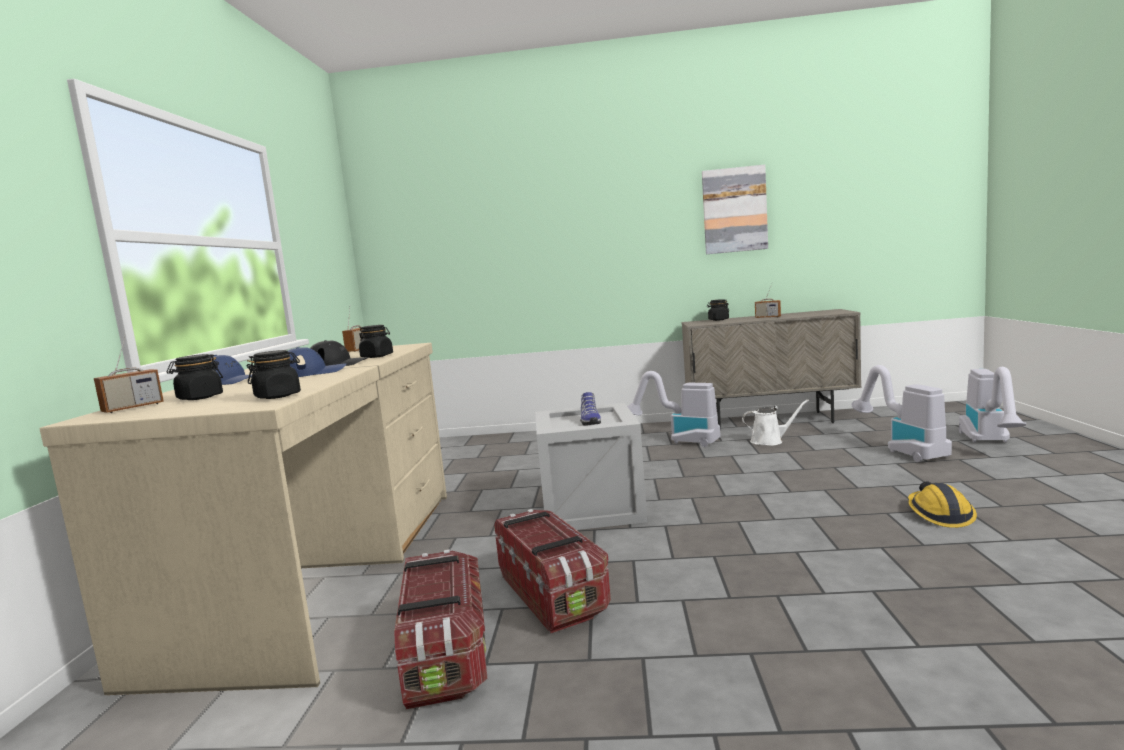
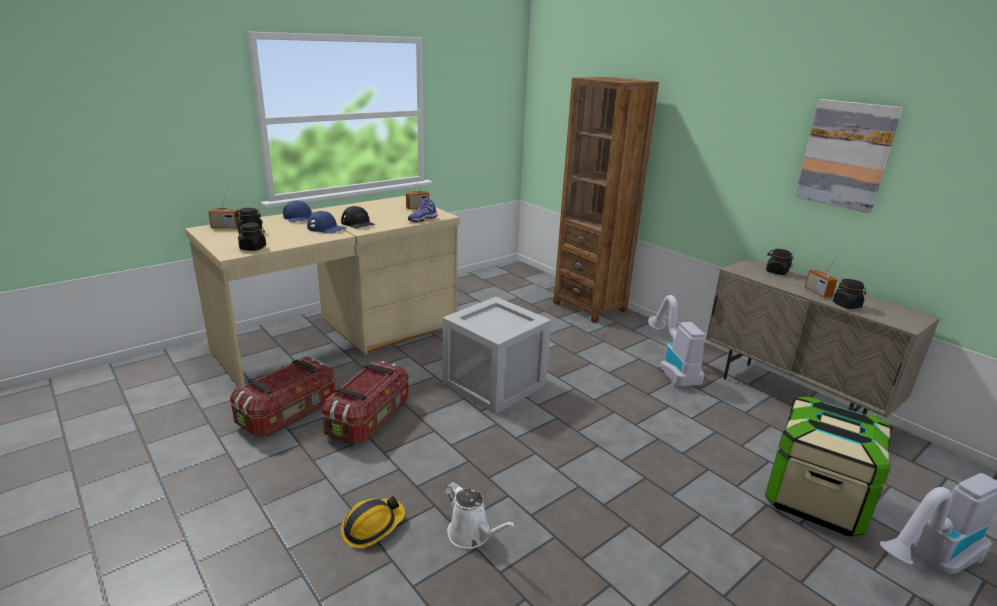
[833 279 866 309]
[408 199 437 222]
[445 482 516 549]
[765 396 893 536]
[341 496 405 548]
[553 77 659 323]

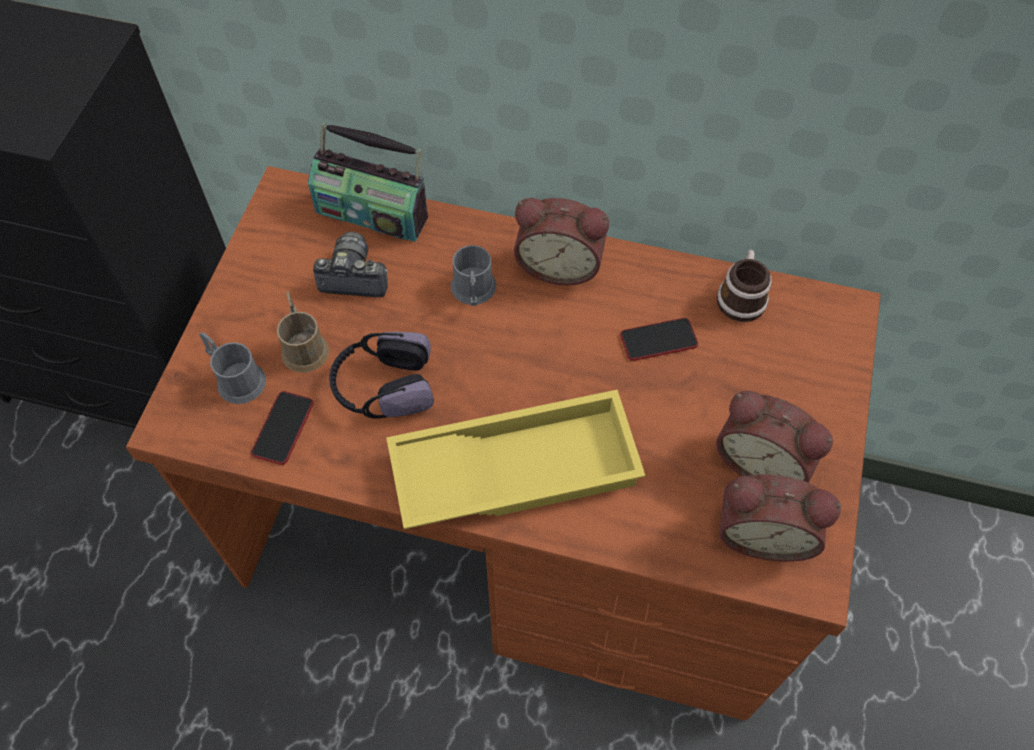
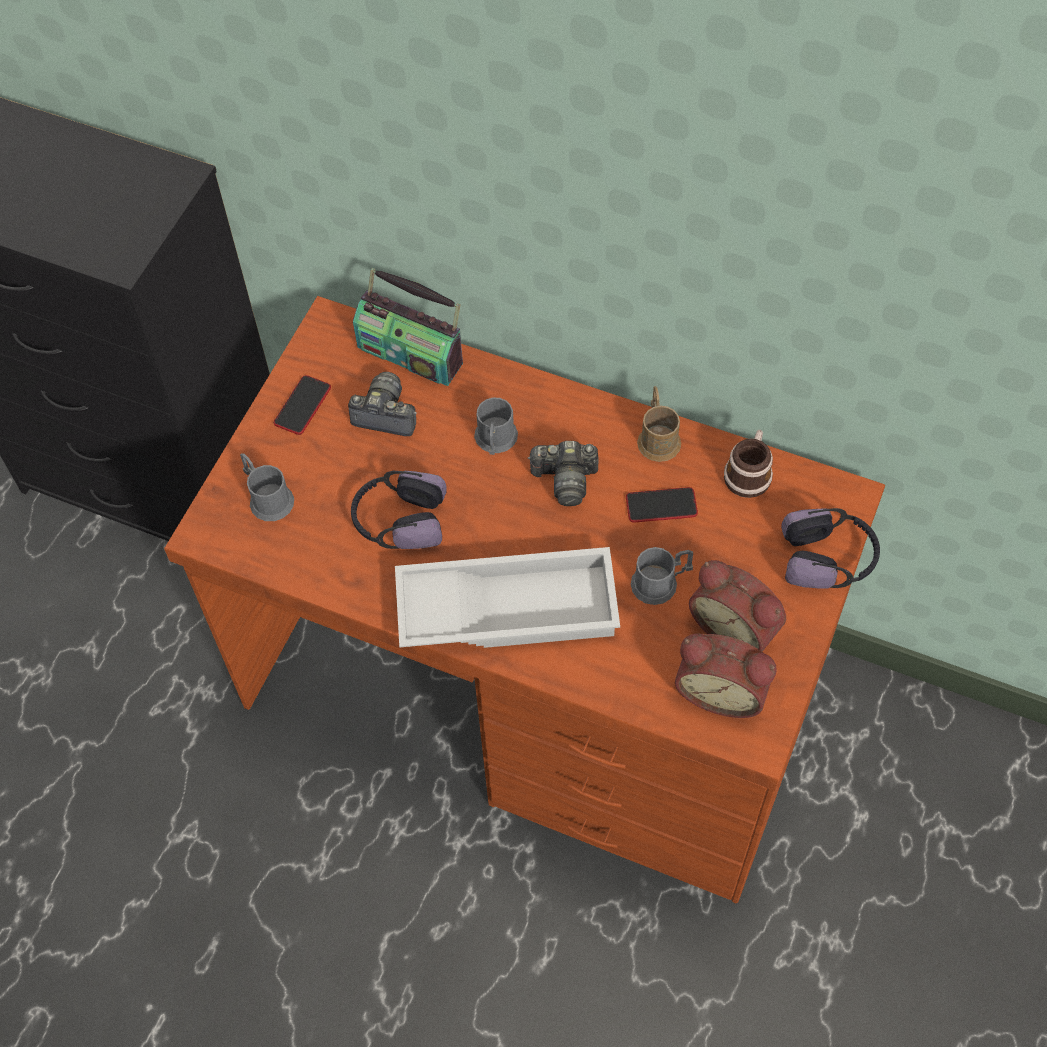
[274 375 331 435]
[637 386 681 462]
[395 547 620 648]
[514 198 609 285] (first image)
[528 441 599 506]
[631 547 693 605]
[781 508 880 589]

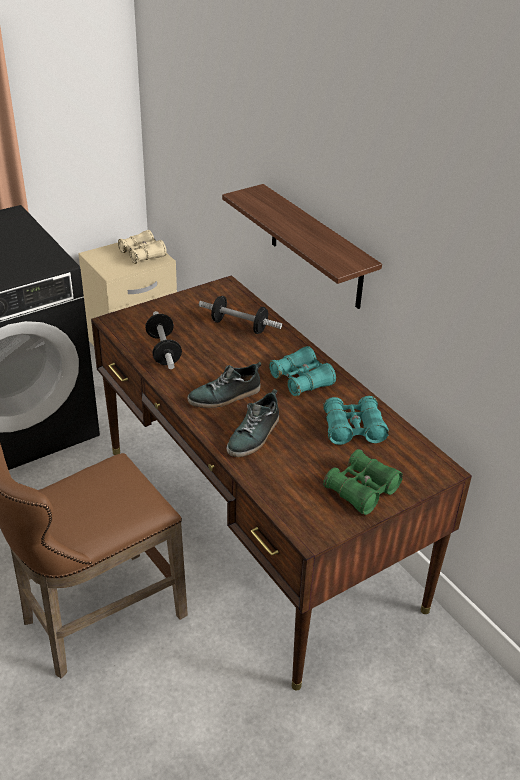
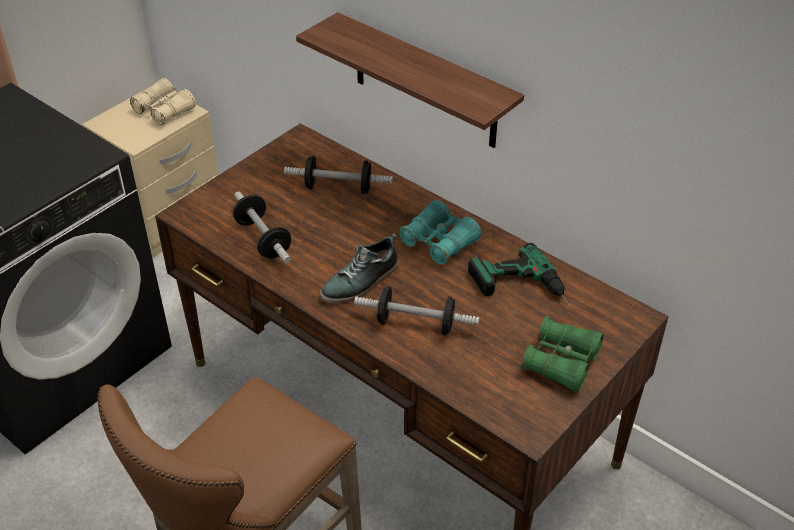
[354 287 479 335]
[468 243 571 307]

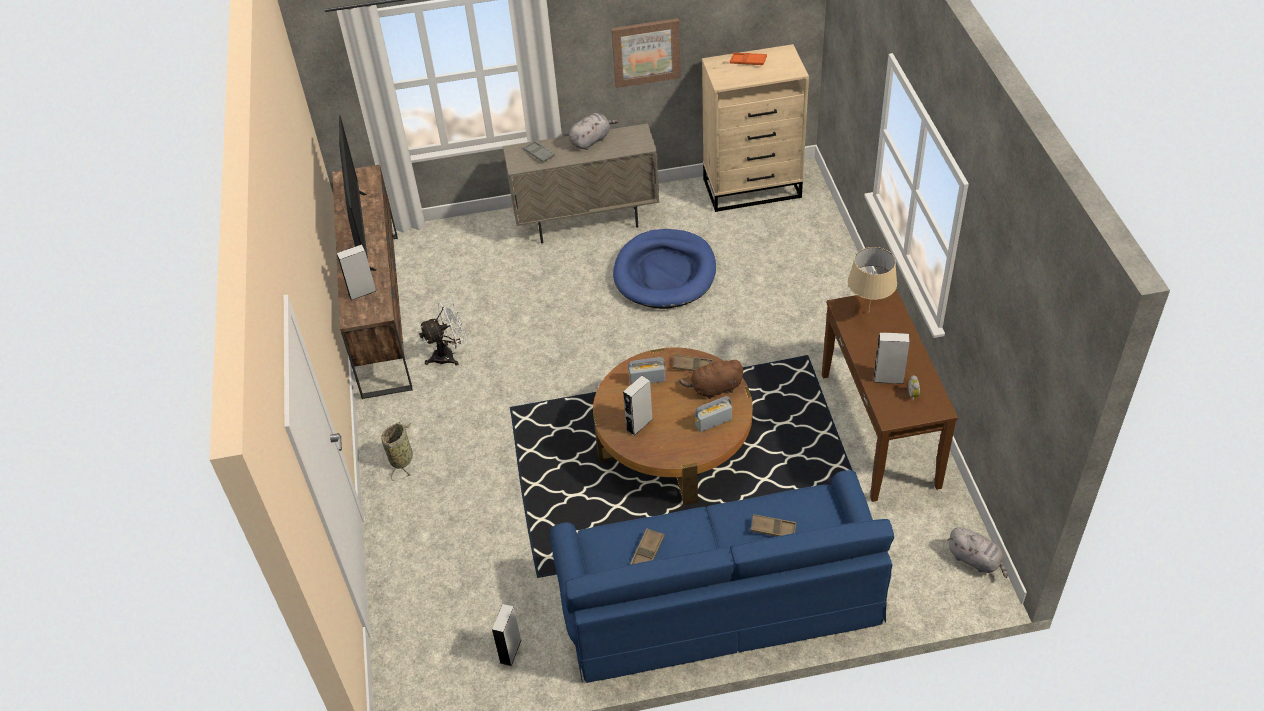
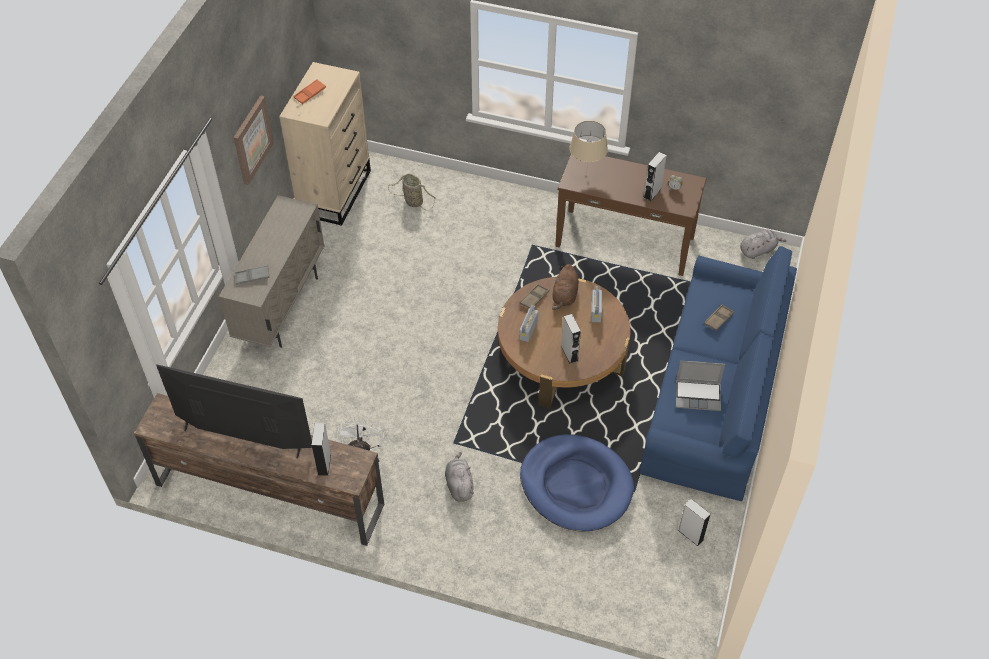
[388 174 436 211]
[445 452 474 502]
[520 434 634 531]
[676 360 725 411]

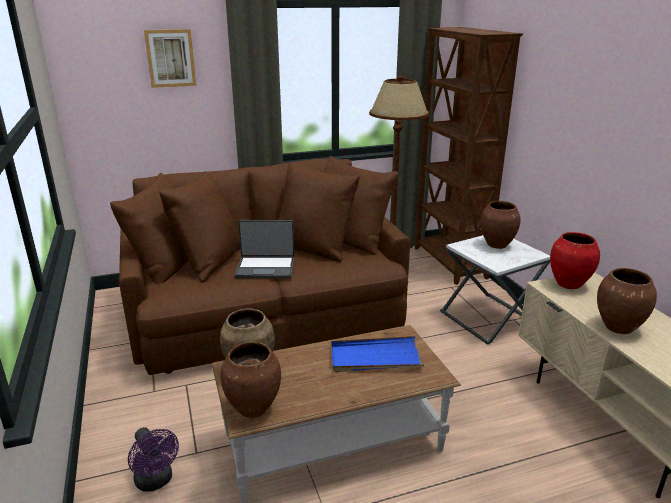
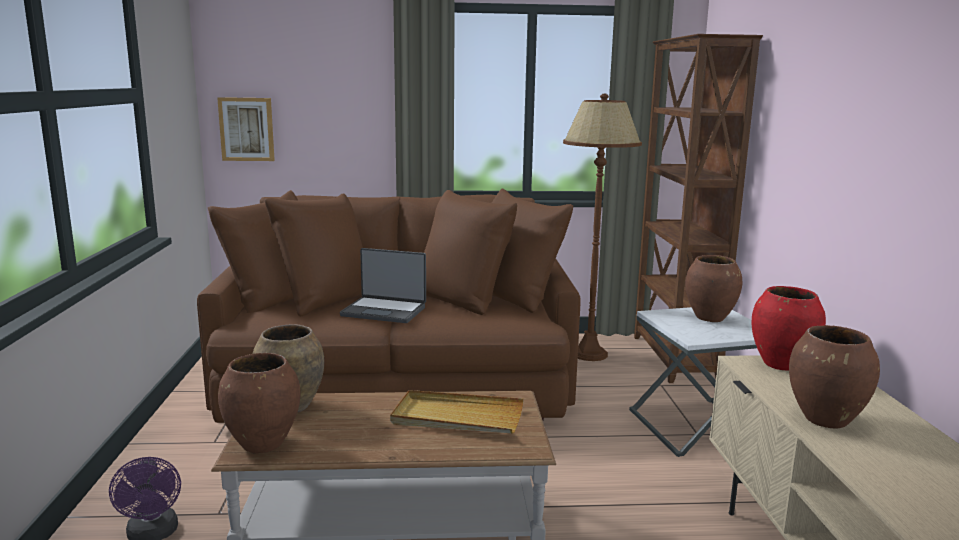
[217 97 275 161]
[390 390 524 434]

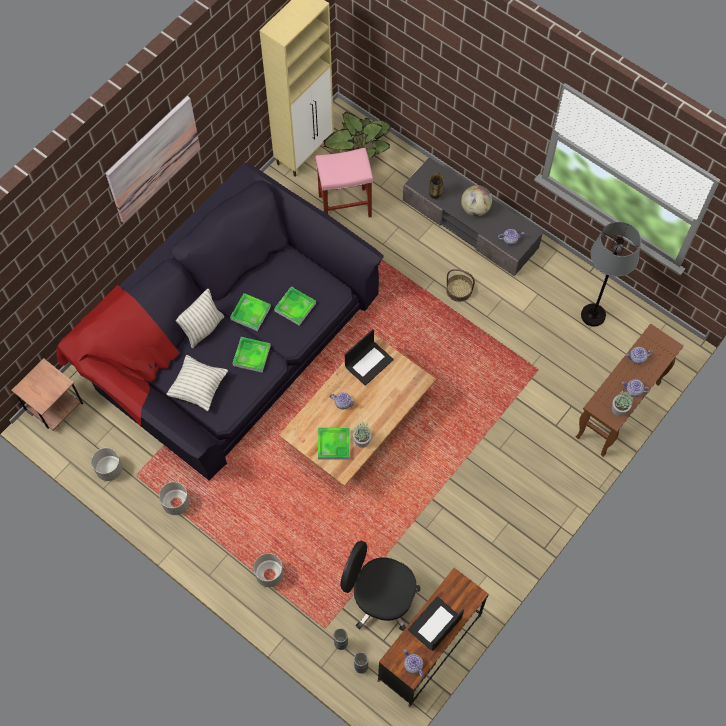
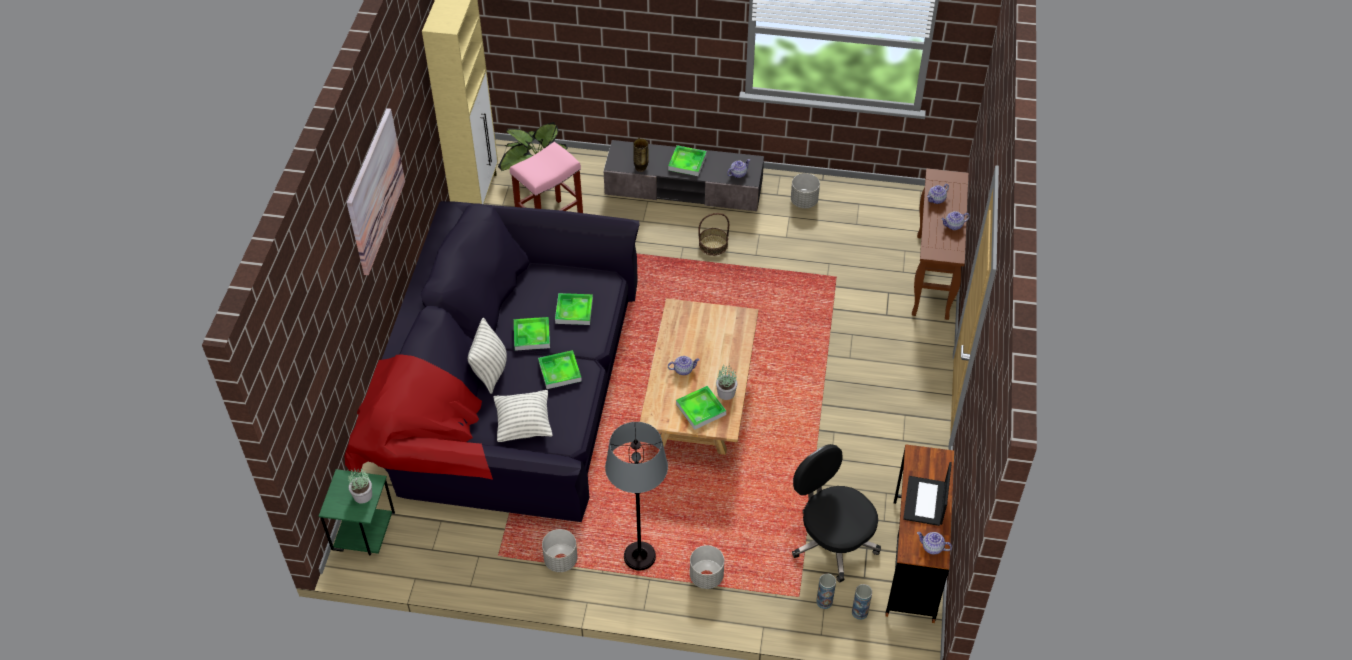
[319 469 395 556]
[791 173 820 208]
[792 444 881 583]
[345 329 394 386] (first image)
[668 145 707 176]
[605 422 668 570]
[348 469 372 504]

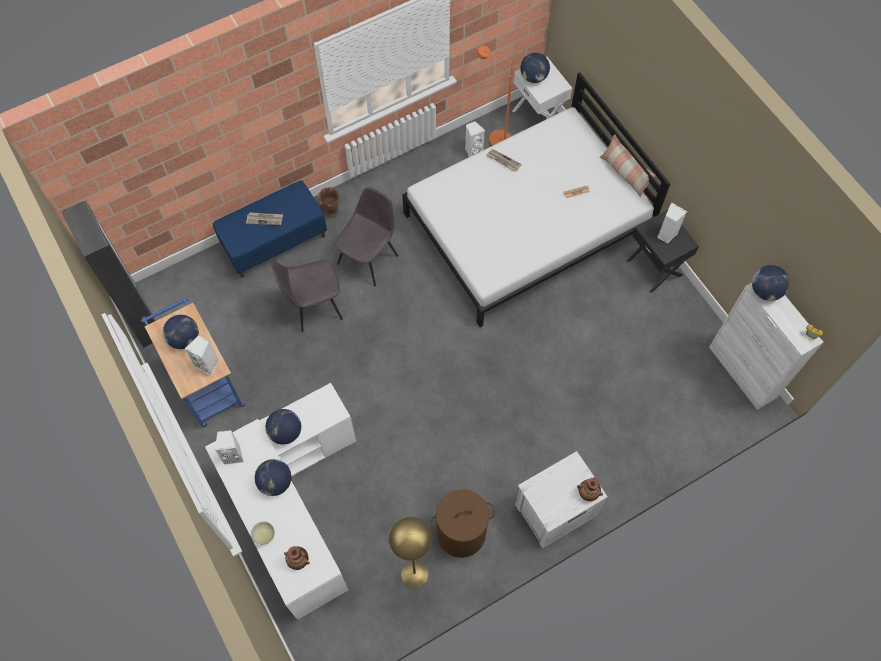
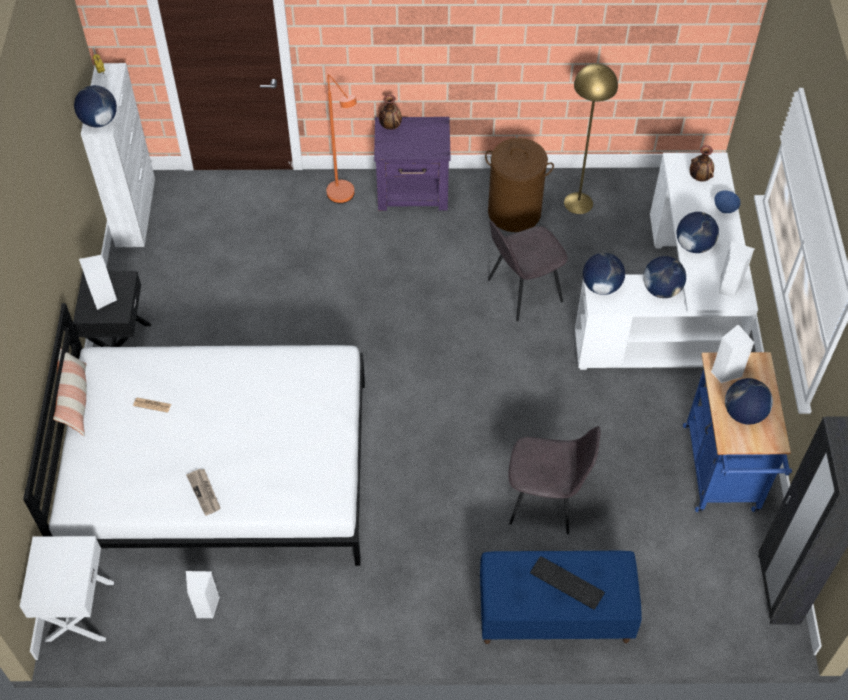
[530 556 605 610]
[714 190 740 213]
[317 187 340 218] (first image)
[488 221 568 321]
[326 74 357 203]
[374 117 451 211]
[583 253 625 295]

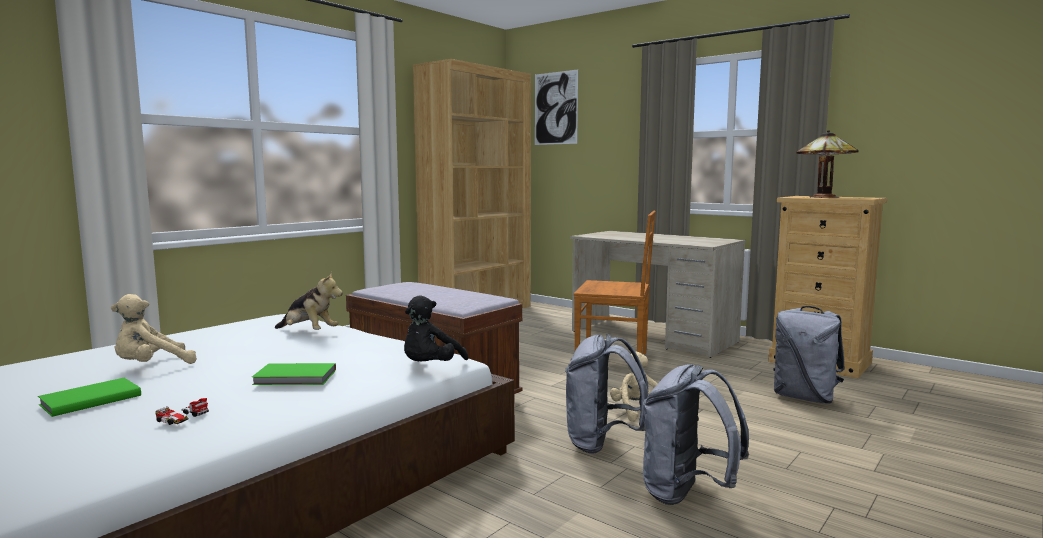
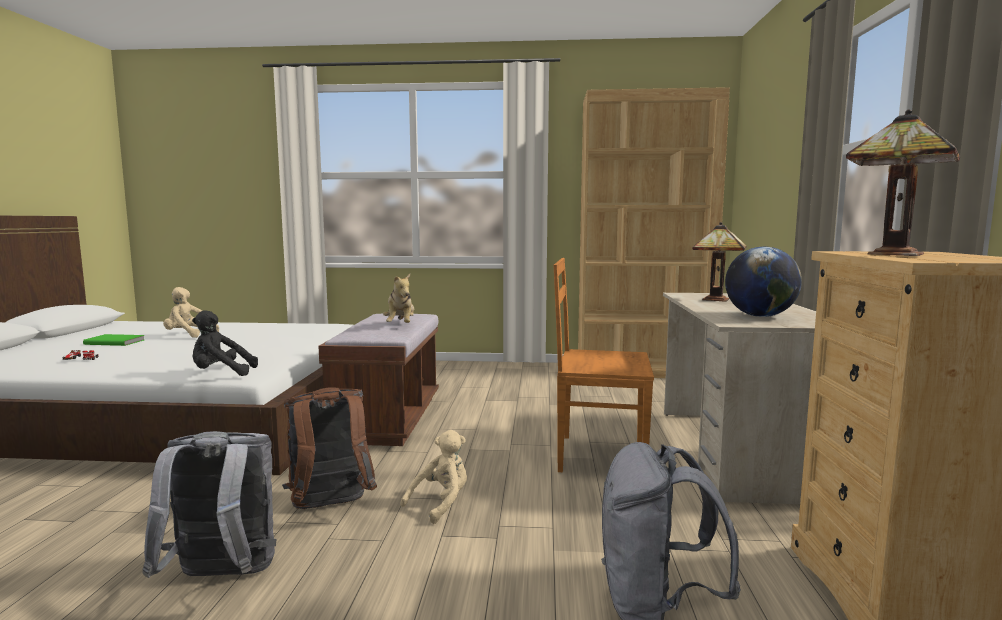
[252 363 336 385] (first image)
[383 274 414 323]
[535 69 578 145] (first image)
[282 387 377 509]
[553 258 654 472]
[692 222 746 302]
[725 246 802 317]

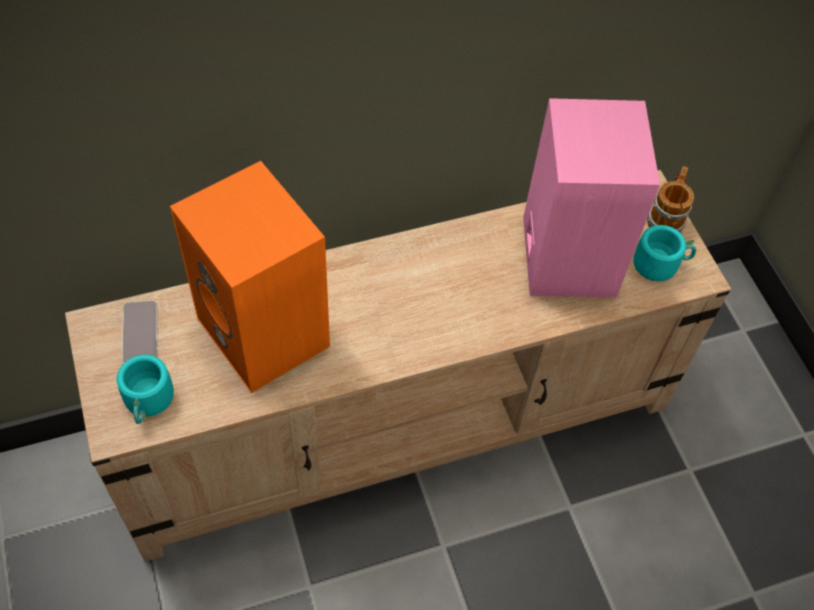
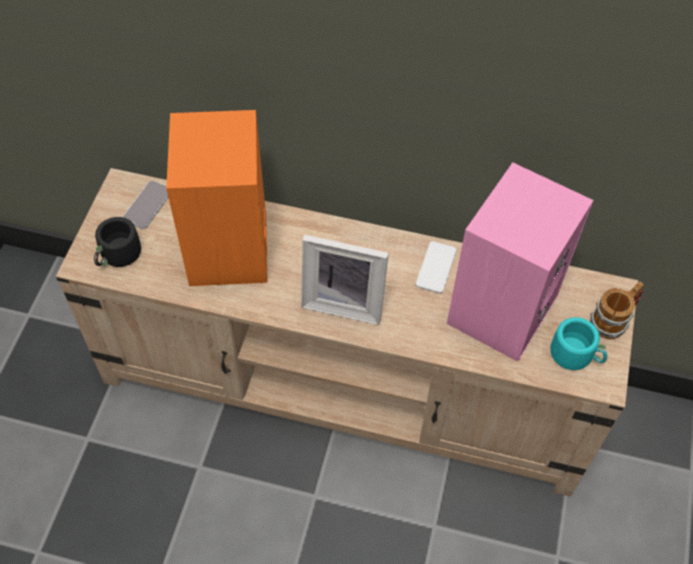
[94 217 153 267]
[301 235 389 325]
[416 241 456 293]

